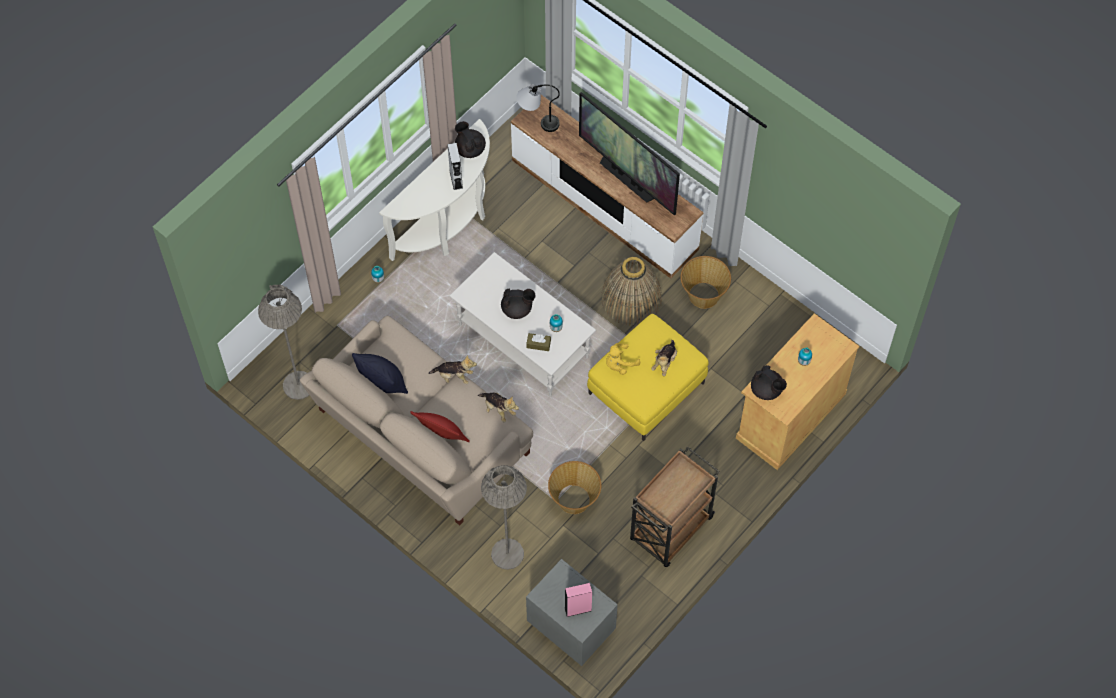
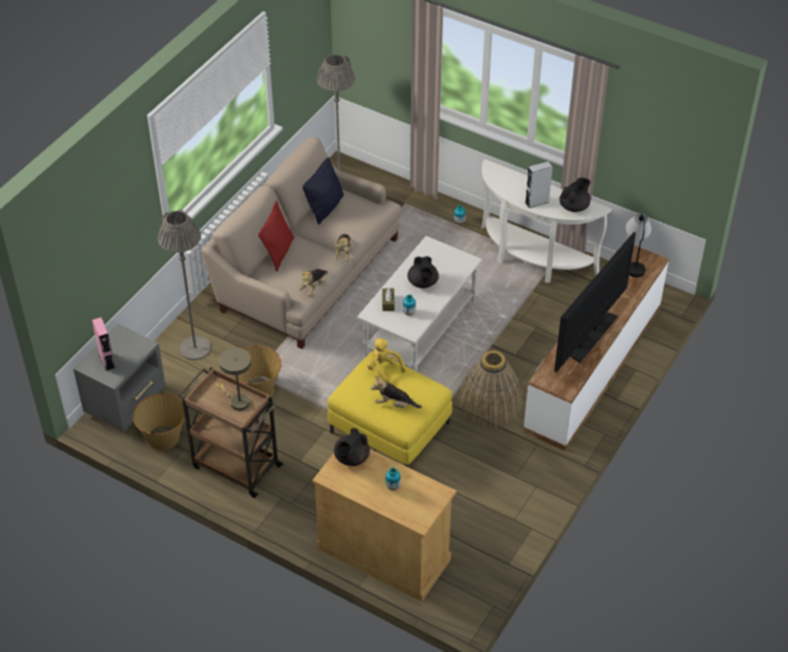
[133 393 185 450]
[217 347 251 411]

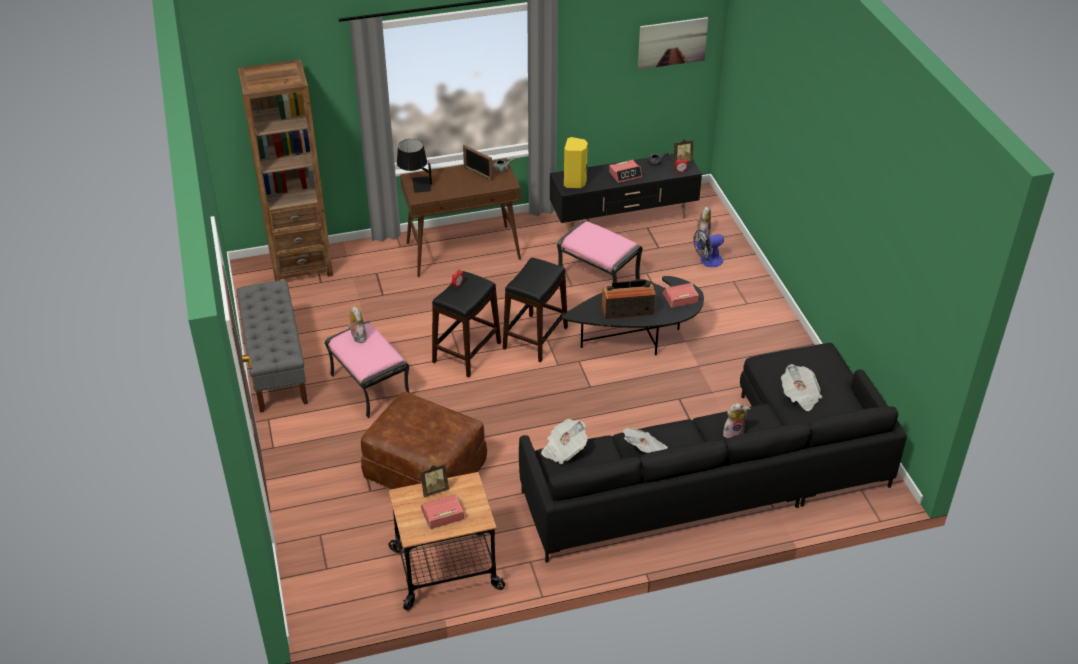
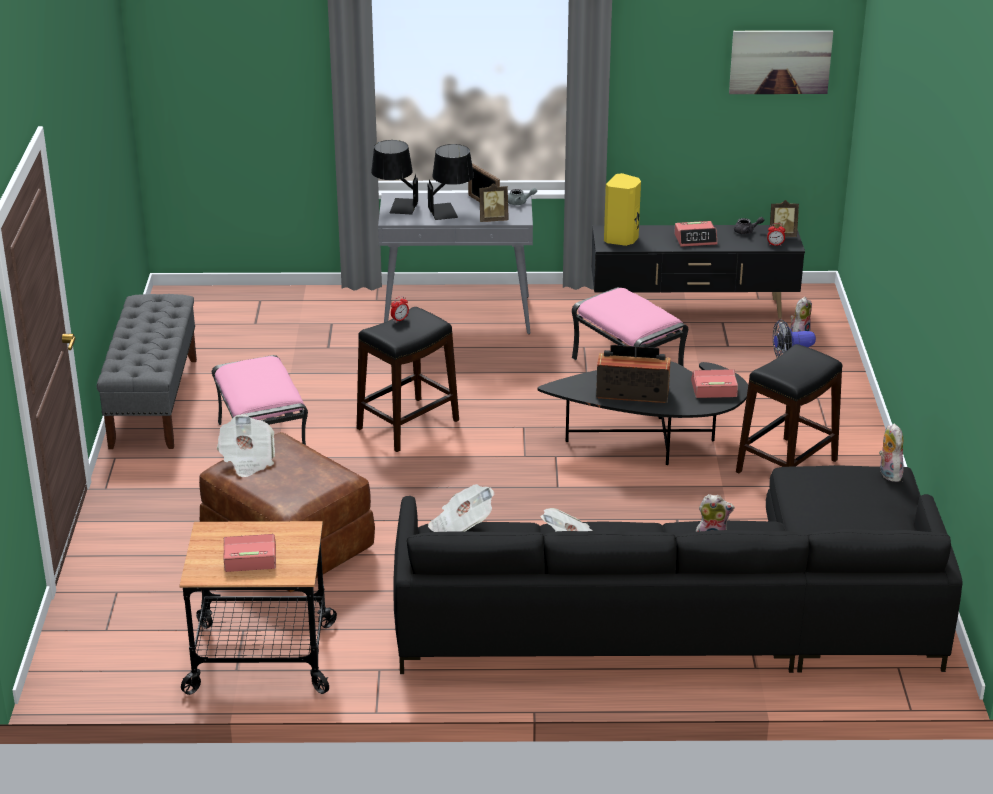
[238 60 333 281] (first image)
[879 423 904 482]
[378 193 533 334]
[479 183 508 222]
[736 344 842 473]
[217 414 275 477]
[428 144 474 220]

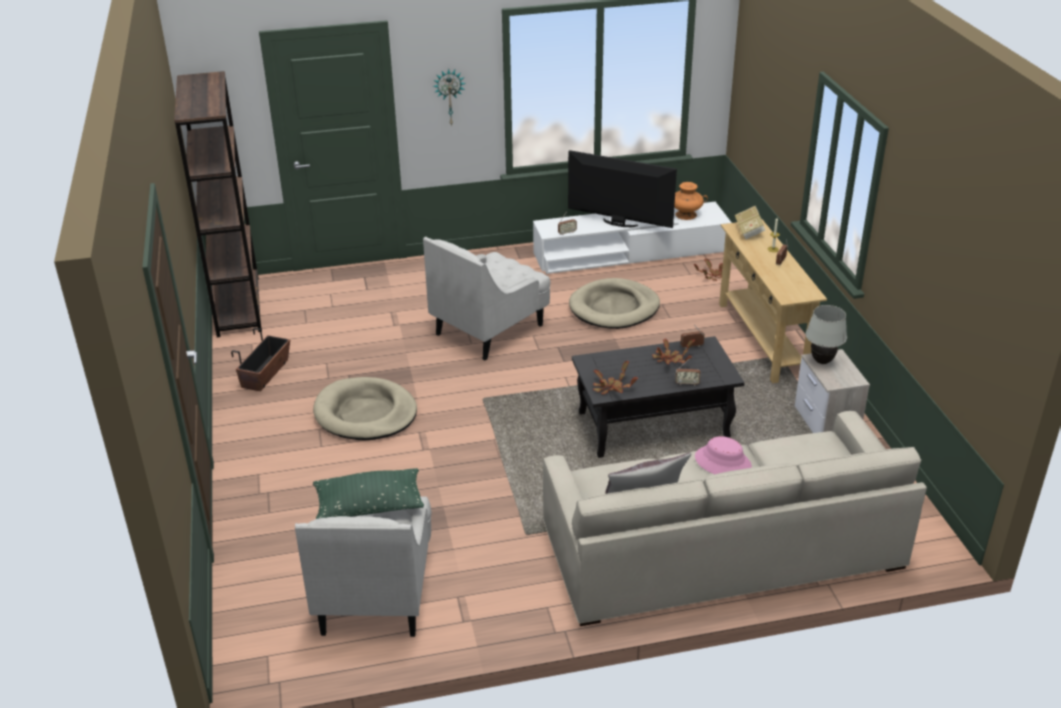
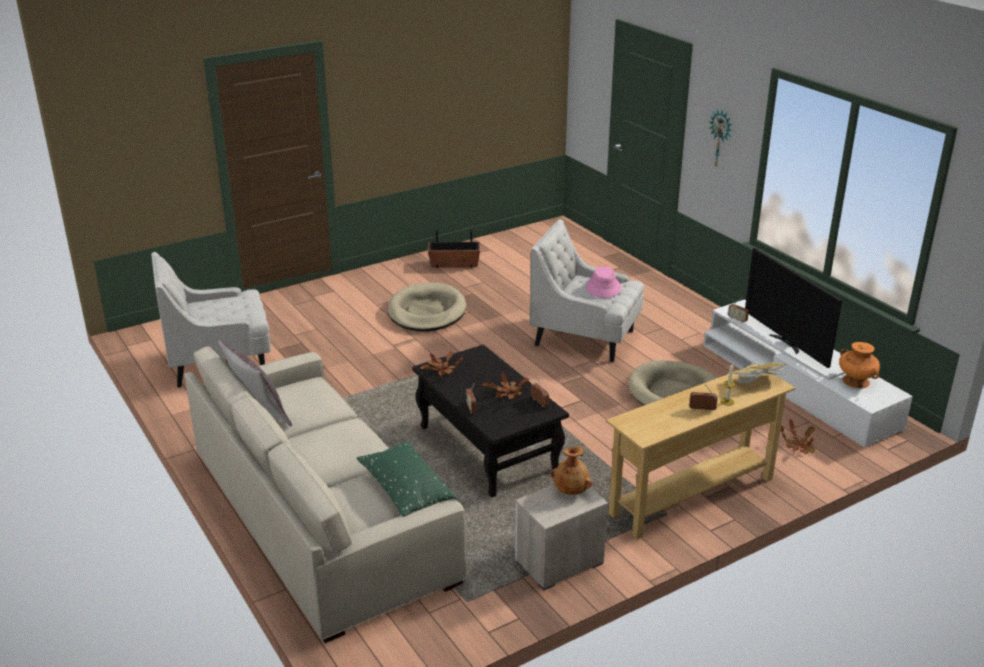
[174 71 262 337] (first image)
[357 441 458 517]
[745 248 842 368]
[586 266 622 298]
[551 446 592 495]

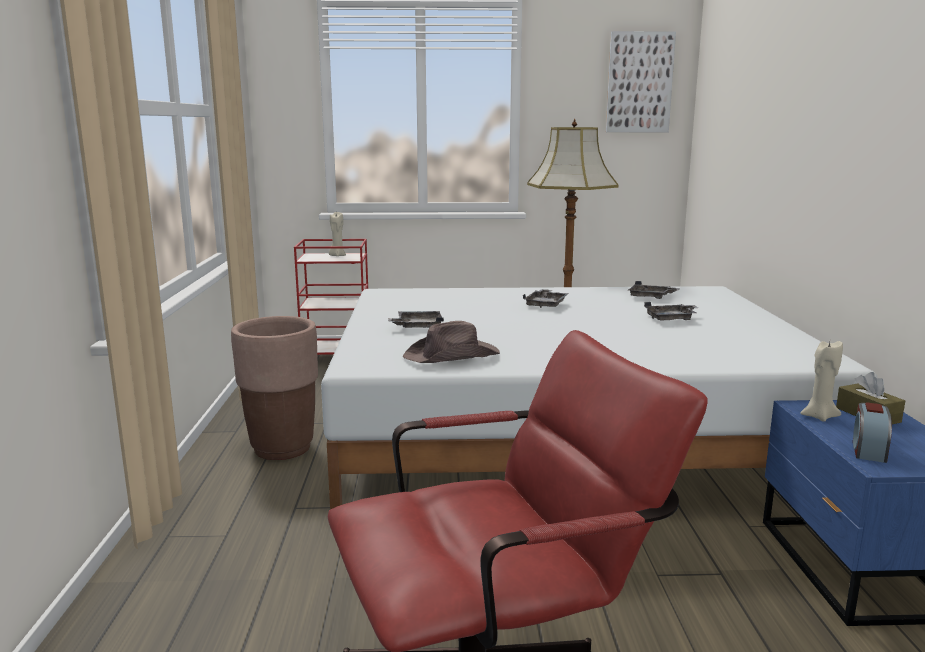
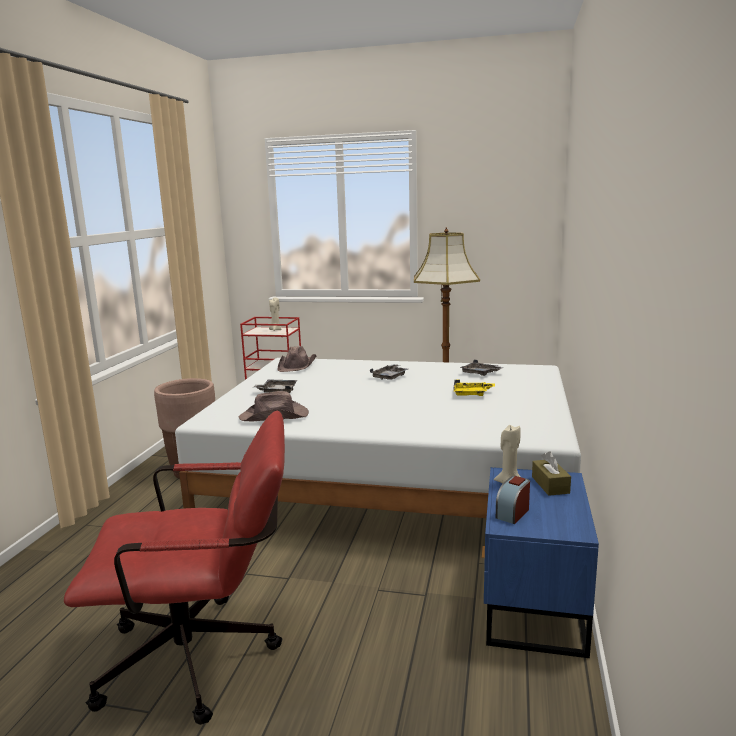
[606 31 676 132] (first image)
[453 380 495 396]
[278 346 316 372]

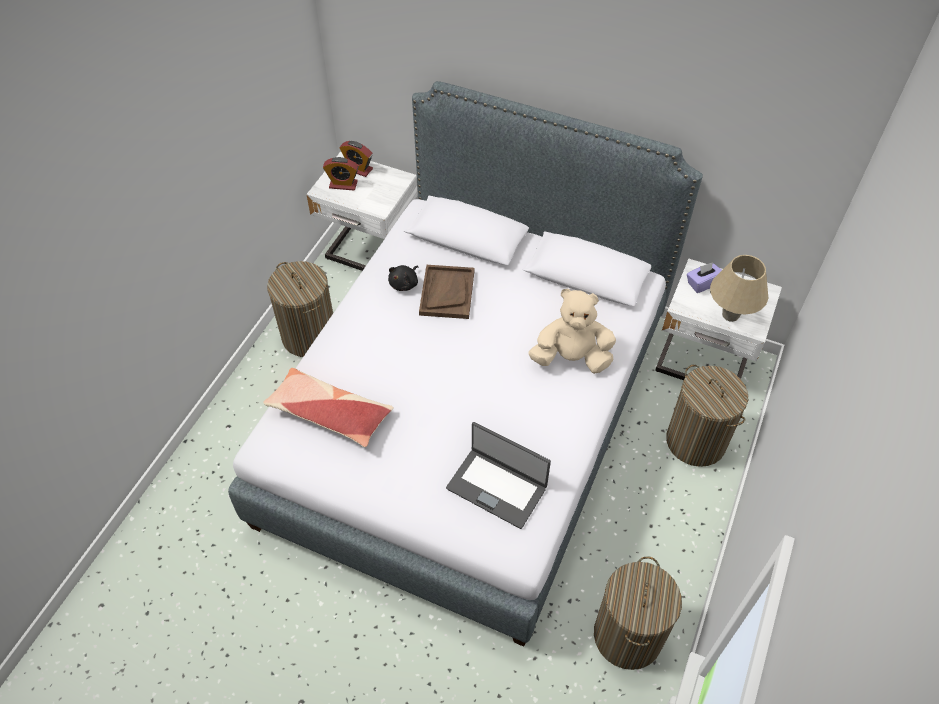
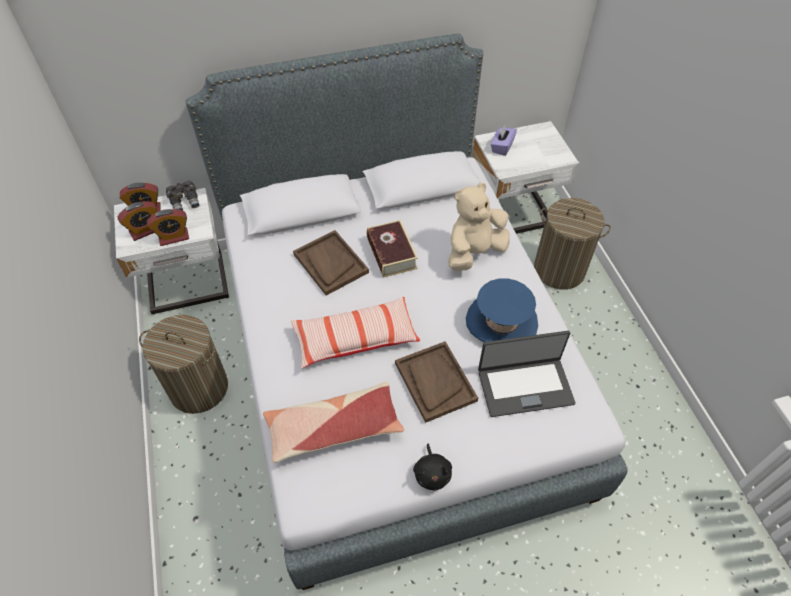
[413 443 452 490]
[594 556 682 670] (first image)
[710 255 768 322] (first image)
[147 209 189 246]
[166 181 199 211]
[291 297 420 369]
[367 220 418 278]
[395 341 478 423]
[466 278 538 342]

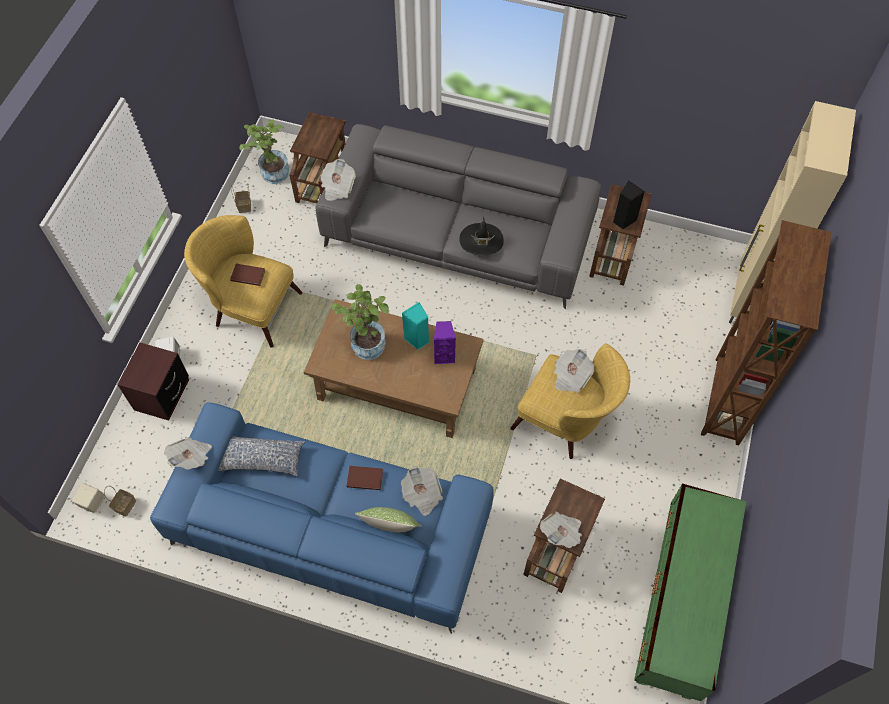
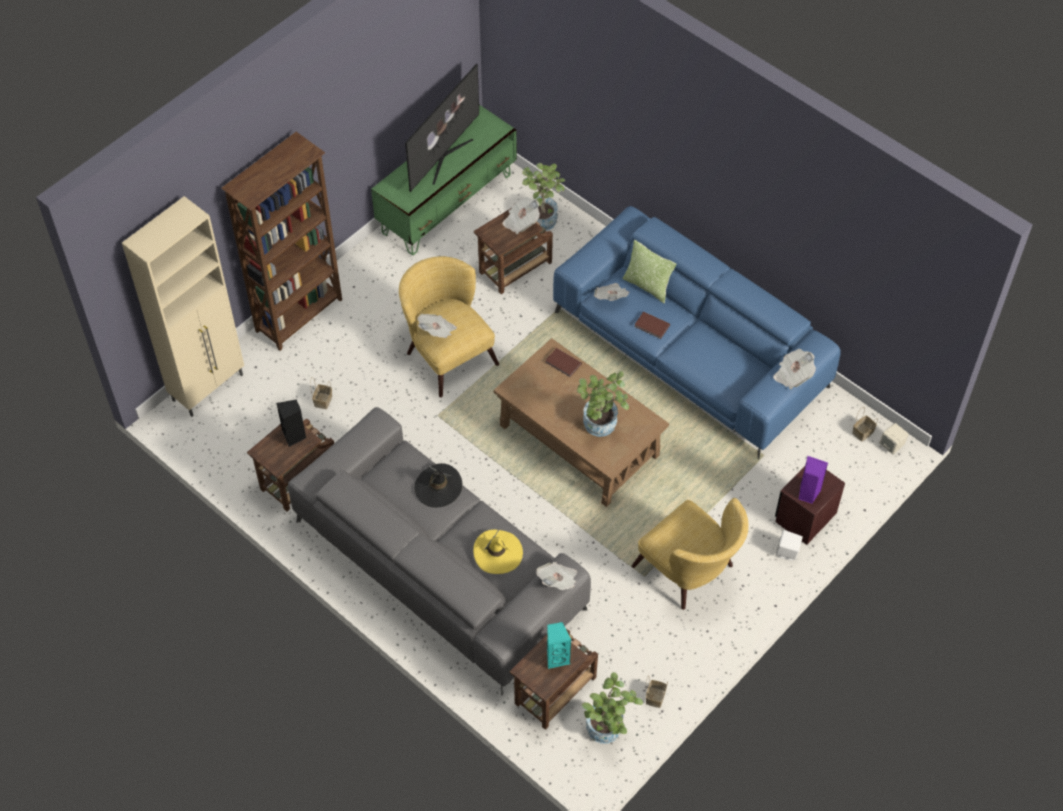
[218 436 305 477] (first image)
[545 348 582 377]
[547 622 571 669]
[799 456 828 504]
[310 377 332 409]
[405 64 479 192]
[473 530 523 574]
[522 163 565 231]

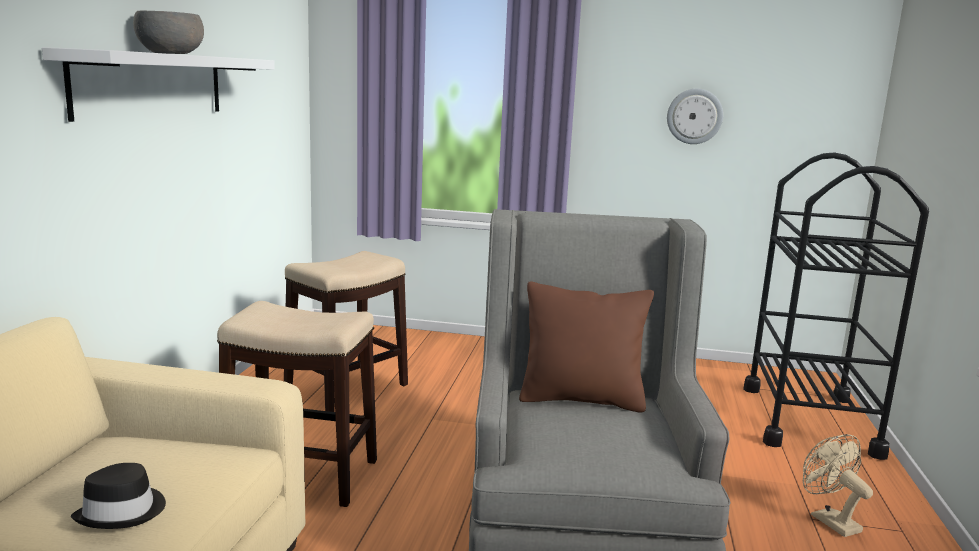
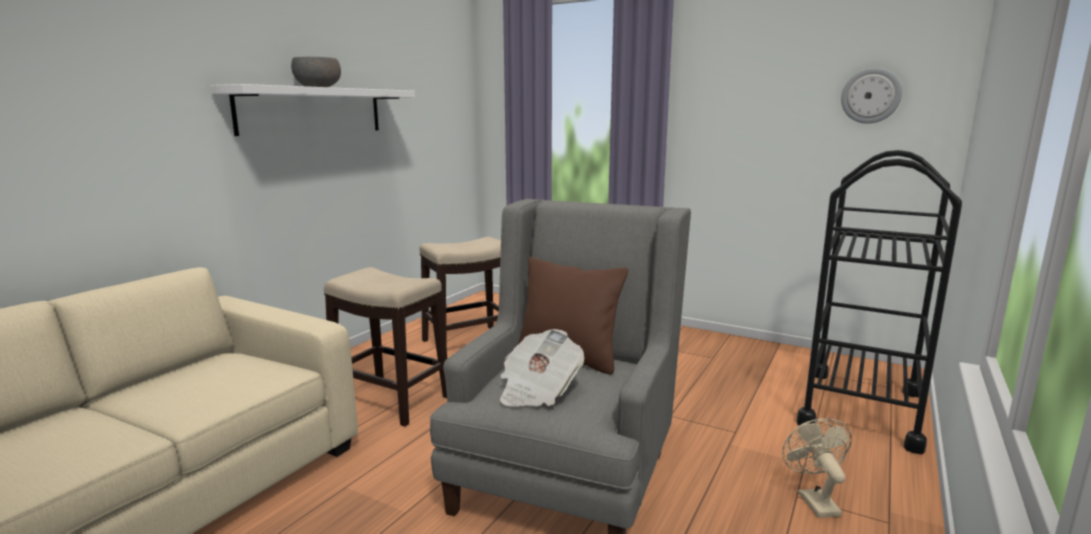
[71 463 166 529] (first image)
[841 68 902 124]
[500 329 585 407]

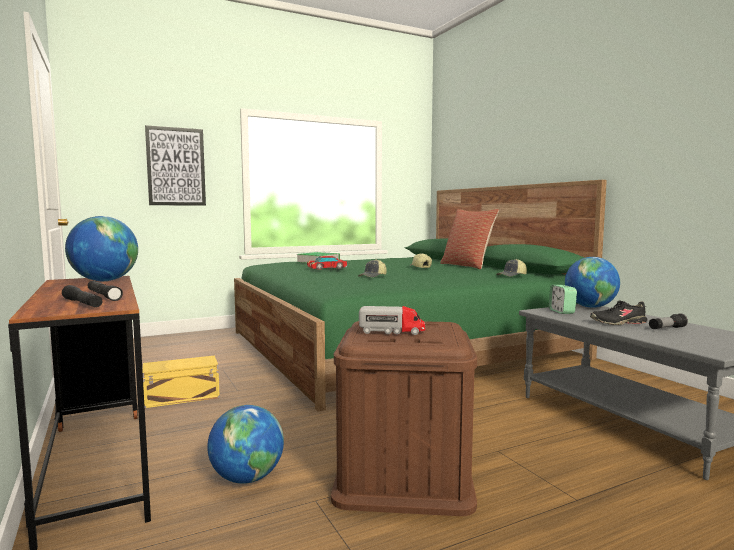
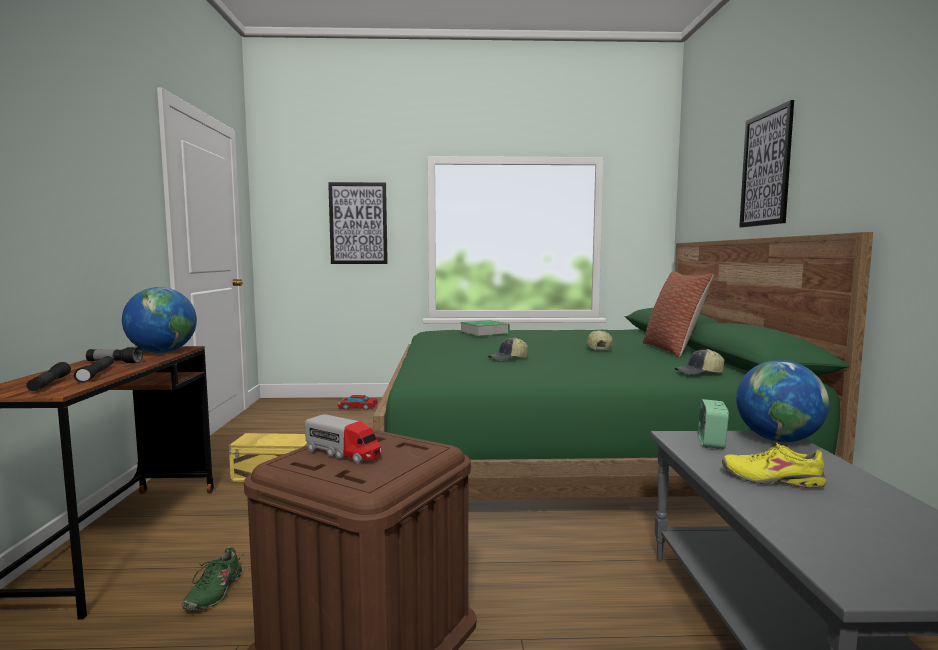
[181 546 242 611]
[338 395 378 410]
[722 442 826 488]
[86 347 143 363]
[739 100 794 227]

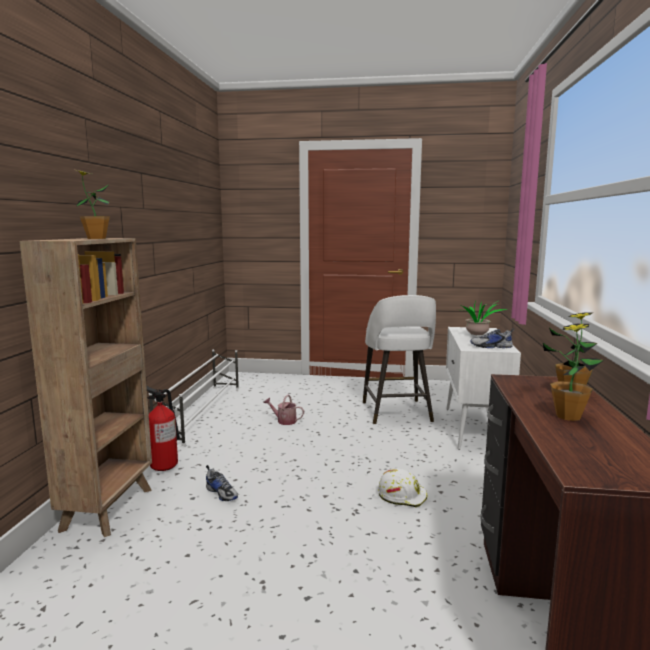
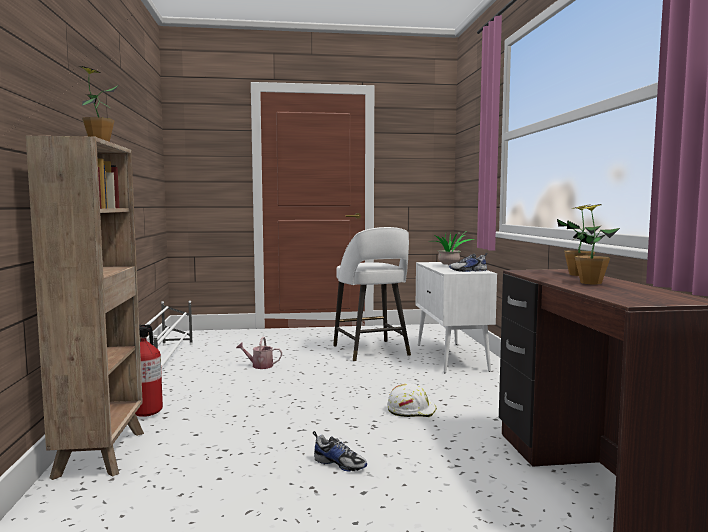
[313 431 367 471]

